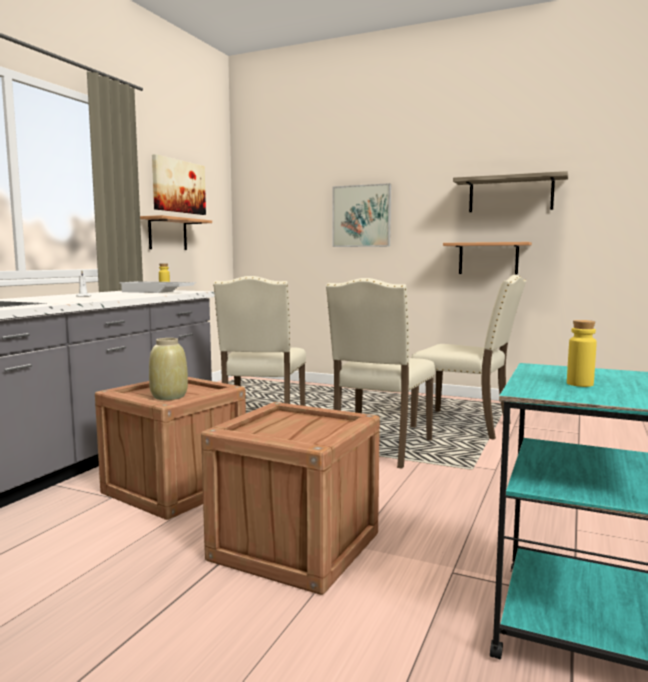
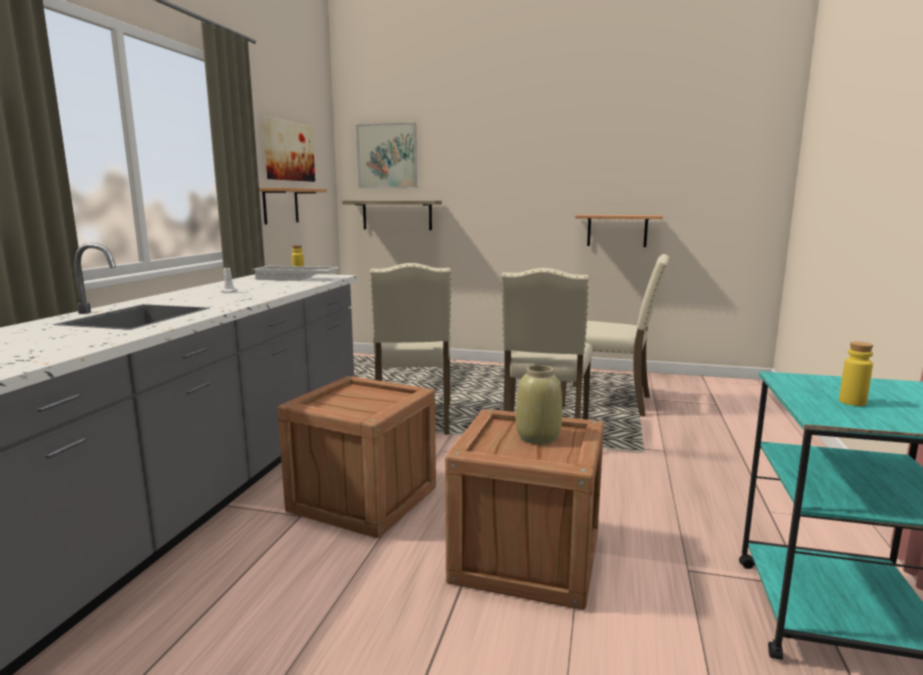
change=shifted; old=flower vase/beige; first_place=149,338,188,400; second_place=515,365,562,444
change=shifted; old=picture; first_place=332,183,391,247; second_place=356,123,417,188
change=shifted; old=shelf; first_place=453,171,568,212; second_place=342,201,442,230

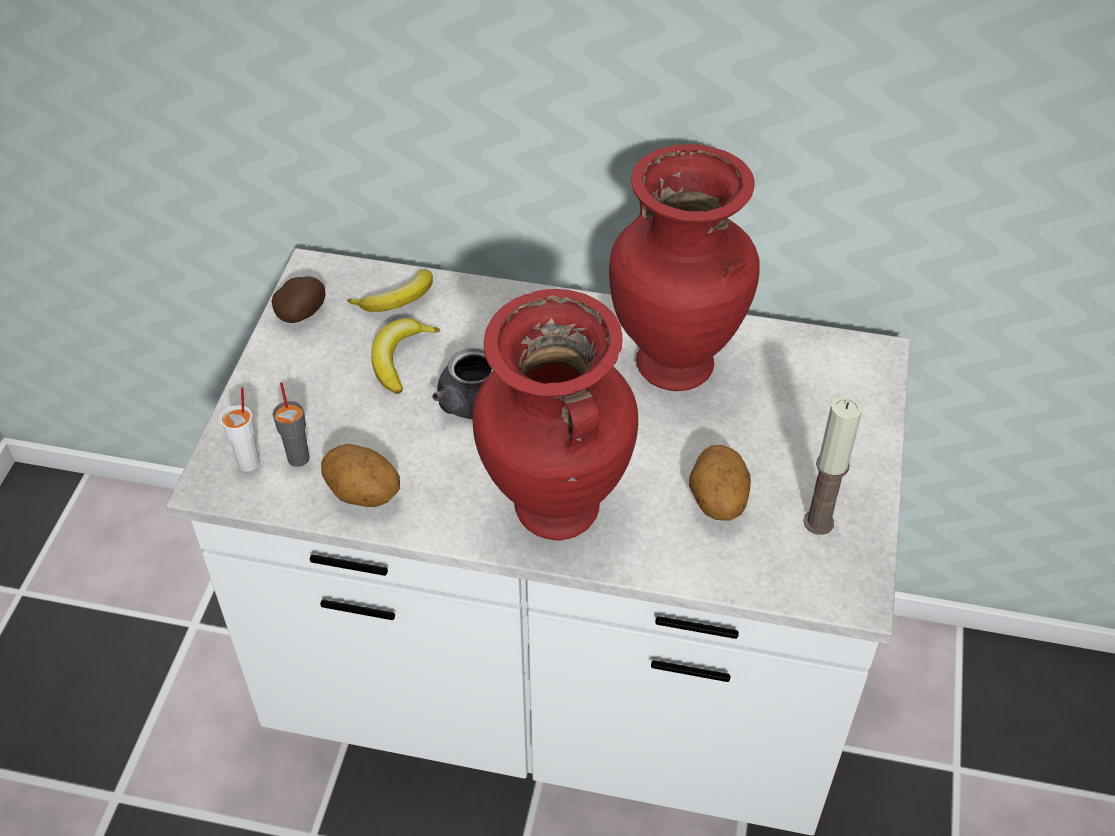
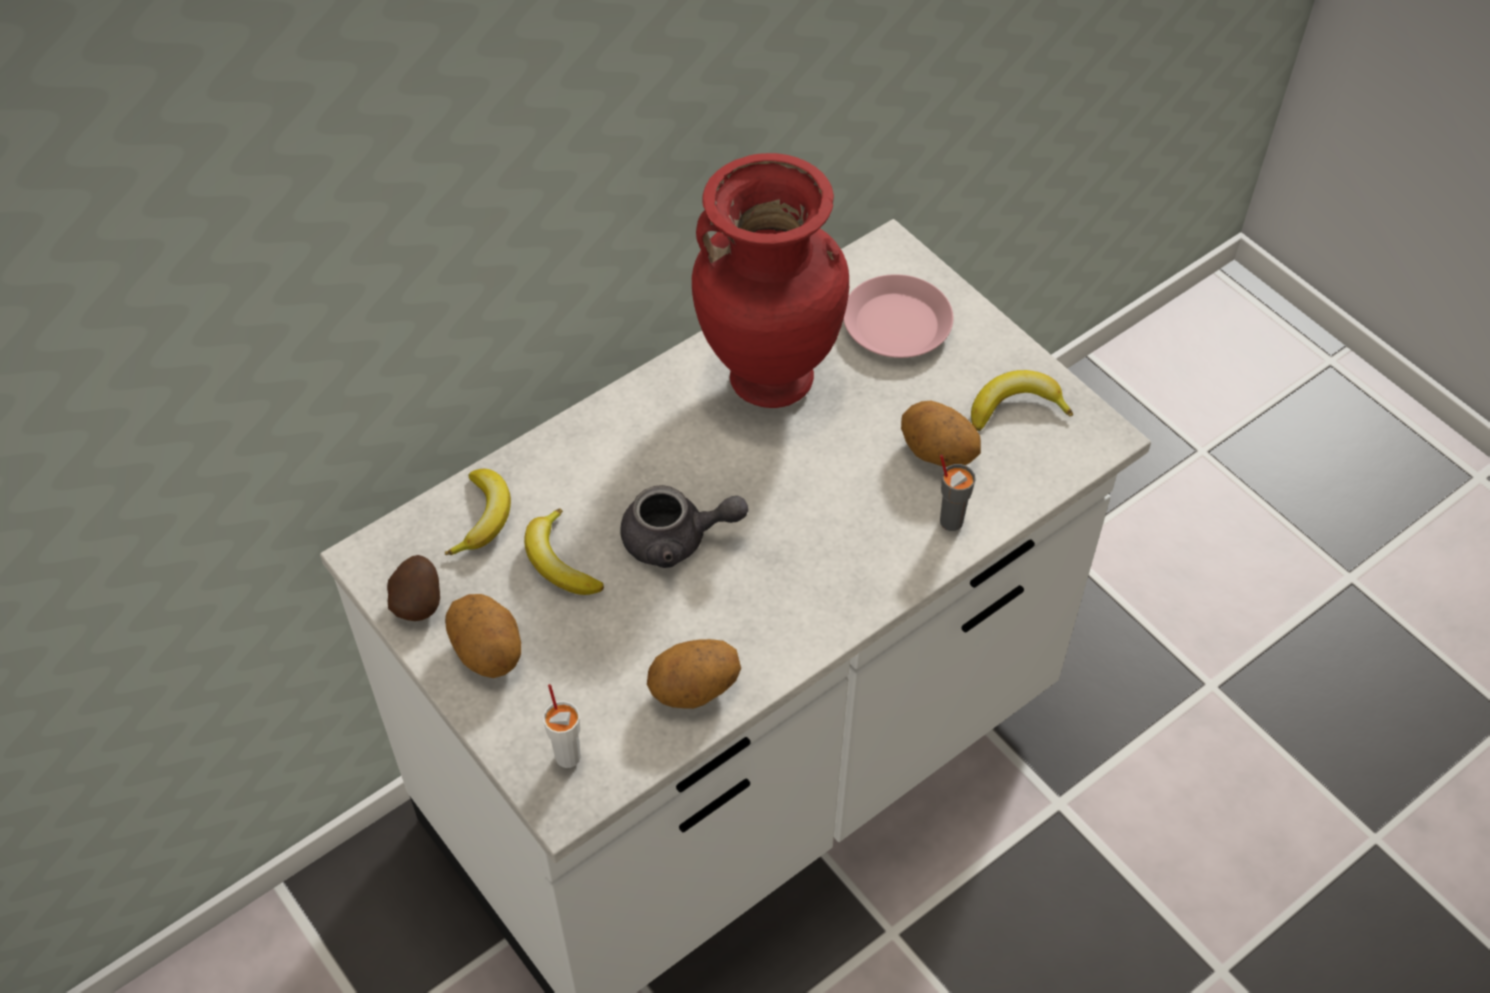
change=gone; old=flower vase/red; first_place=472,289,638,541
change=new; new=spud; second_place=445,594,521,678
change=new; new=dinner plate/pink-coloured; second_place=843,274,953,358
change=shifted; old=cup/greyish; first_place=272,382,310,467; second_place=940,455,976,531
change=swapped; old=wax candle; new=whole banana; first_place=803,396,862,535; second_place=971,370,1073,431

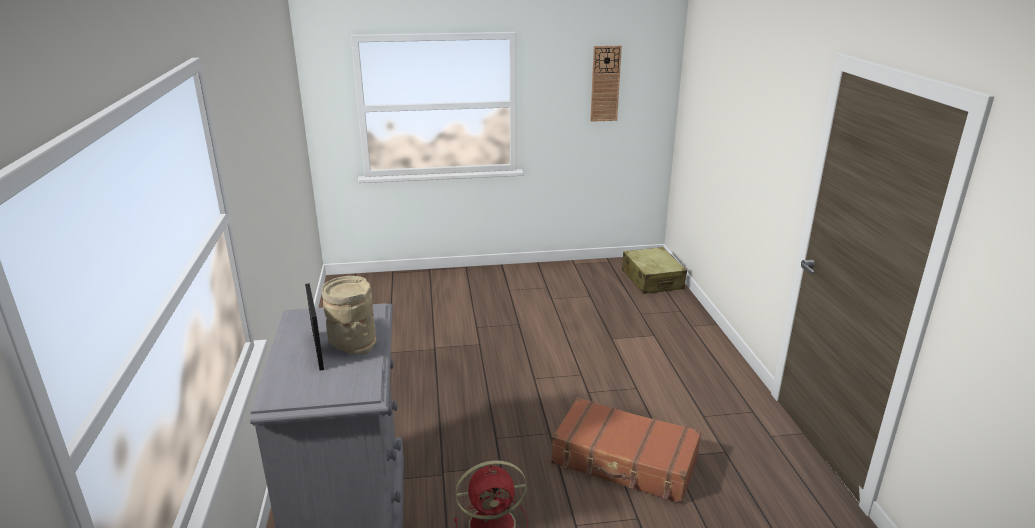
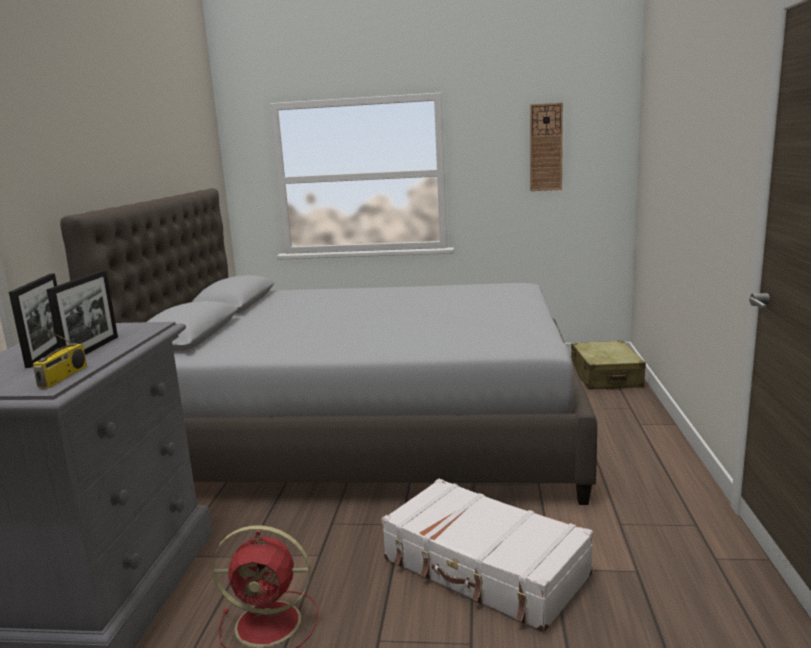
change=new; new=radio; second_place=33,322,87,388
change=new; new=bed/greyish; second_place=60,188,597,505
change=swapped; old=flower vase/beige; new=picture frame; first_place=321,276,377,355; second_place=46,270,118,355
change=repainted; old=piece of luggage/brown; new=piece of luggage/white; first_place=551,397,701,504; second_place=382,479,593,632

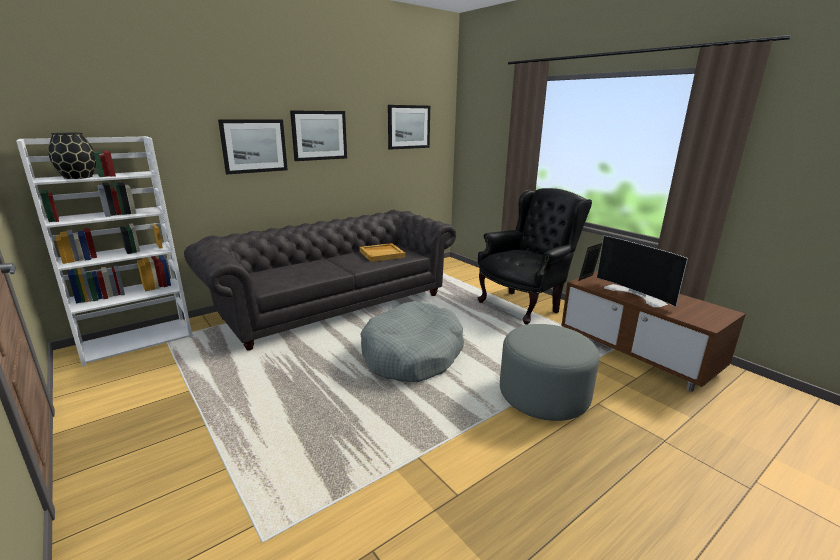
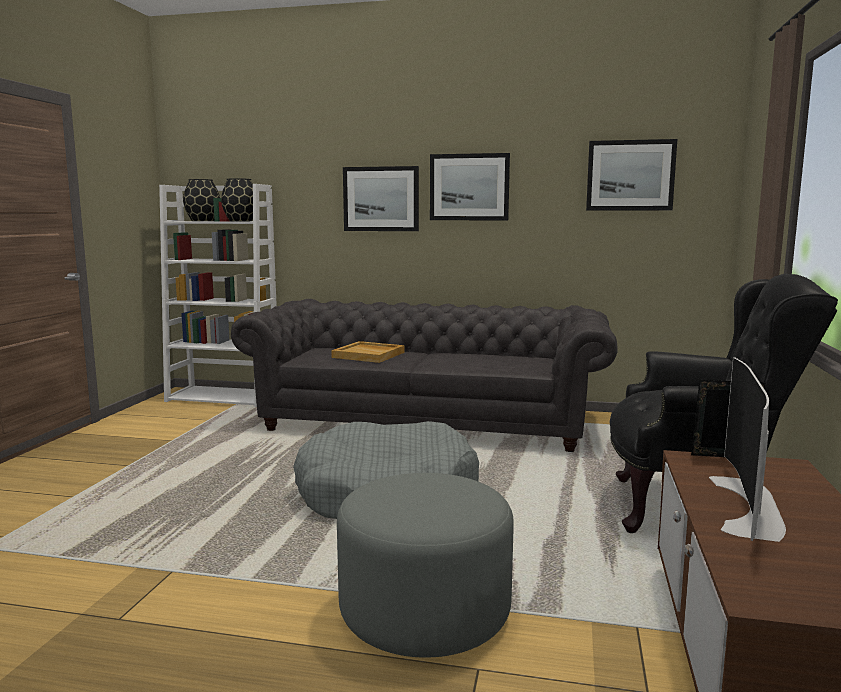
change=new; new=flower vase/black-coloured; second_place=221,178,253,221
change=shifted; old=serving tray/beige; first_place=359,243,405,262; second_place=331,341,405,363

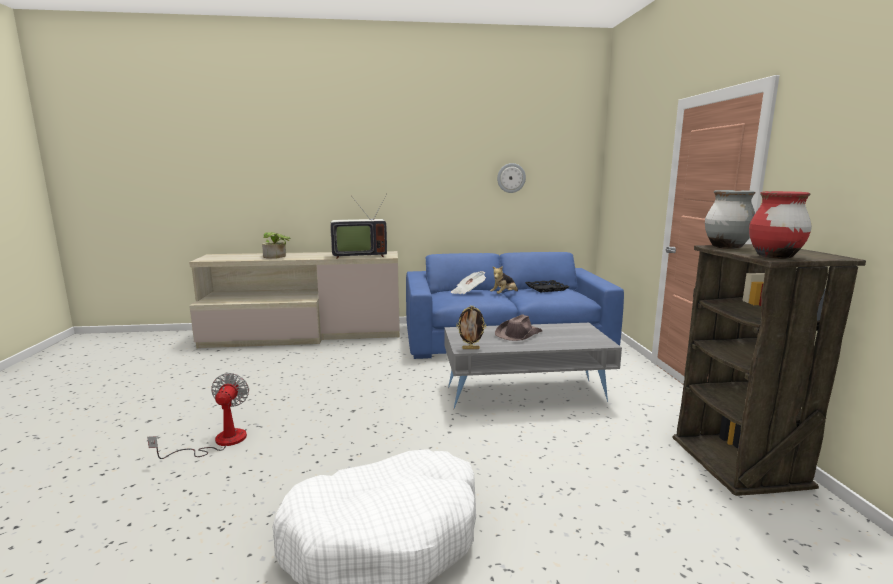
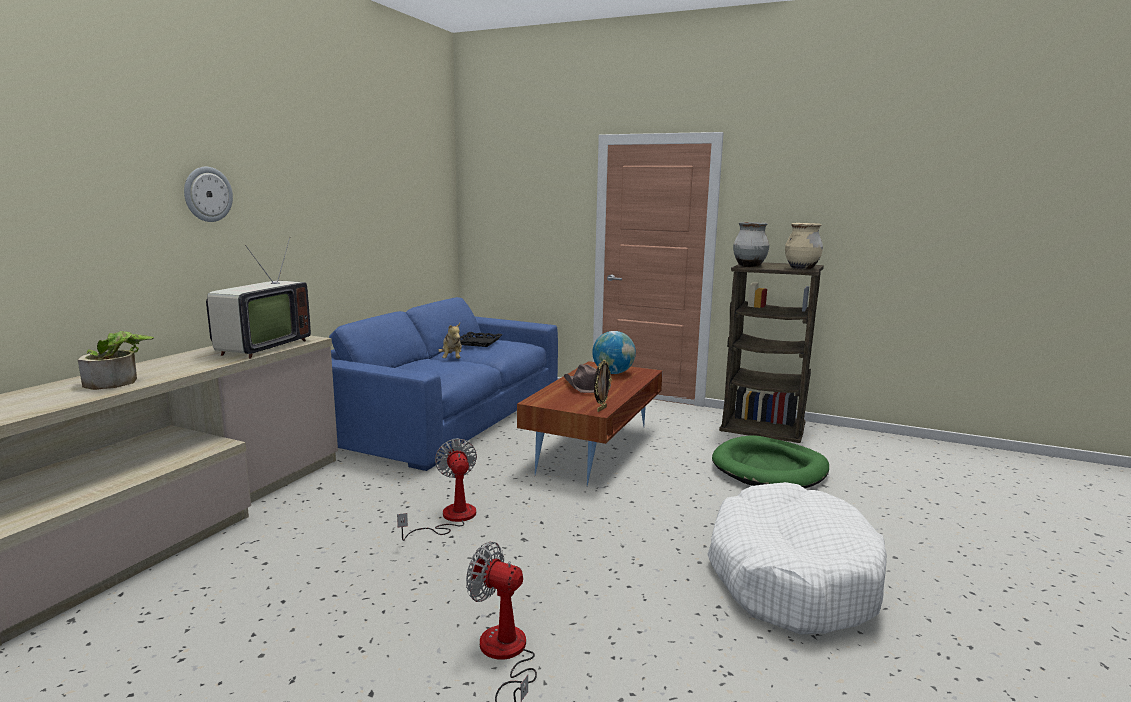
change=gone; old=daily paper; first_place=451,271,486,294
change=new; new=electric fan; second_place=397,438,477,541
change=new; new=world globe; second_place=592,331,636,374
change=new; new=dog cushion/green; second_place=712,435,829,488
change=shifted; old=hanging clock; first_place=497,163,526,193; second_place=184,167,233,222
change=repainted; old=lounge table/greyish; new=lounge table/brown; first_place=445,323,622,408; second_place=517,361,662,486
change=repainted; old=flower vase/red; new=flower vase/beige; first_place=749,191,812,259; second_place=785,223,823,270

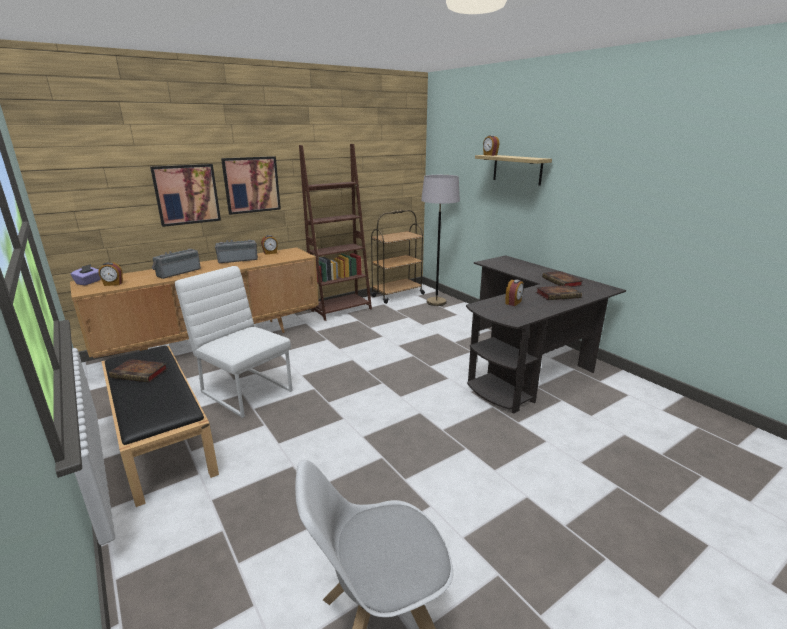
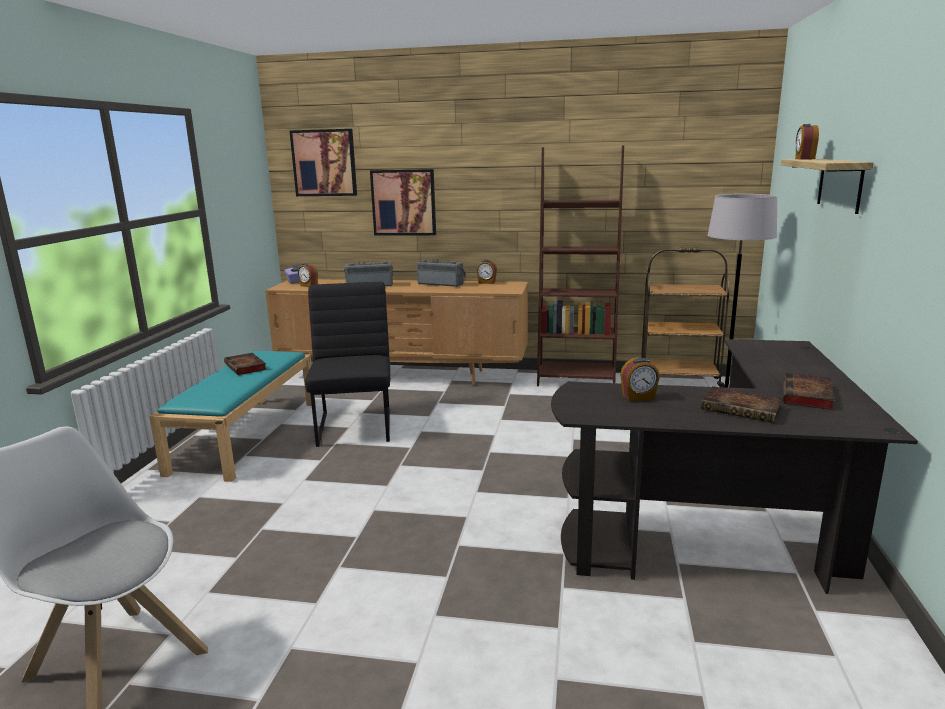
change=shifted; old=picture; first_place=221,156,281,215; second_place=290,129,357,196
change=repainted; old=bench/black-coloured; new=bench/turquoise-coloured; first_place=101,346,219,507; second_place=149,351,316,482
change=repainted; old=upright chair/white; new=upright chair/black-coloured; first_place=175,266,293,418; second_place=305,281,390,447

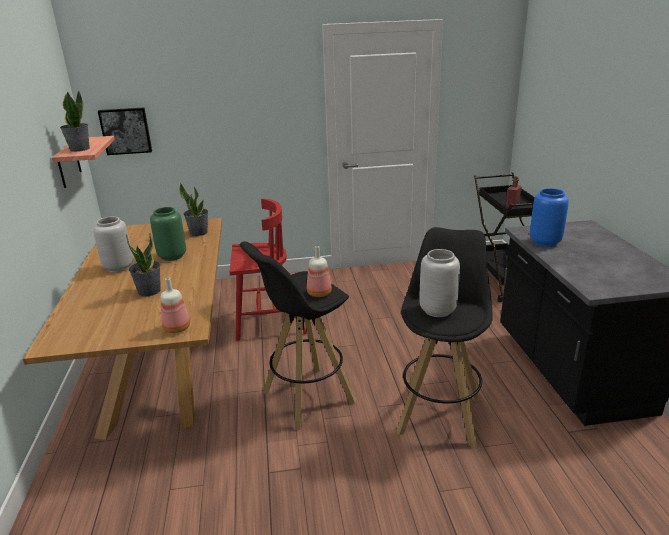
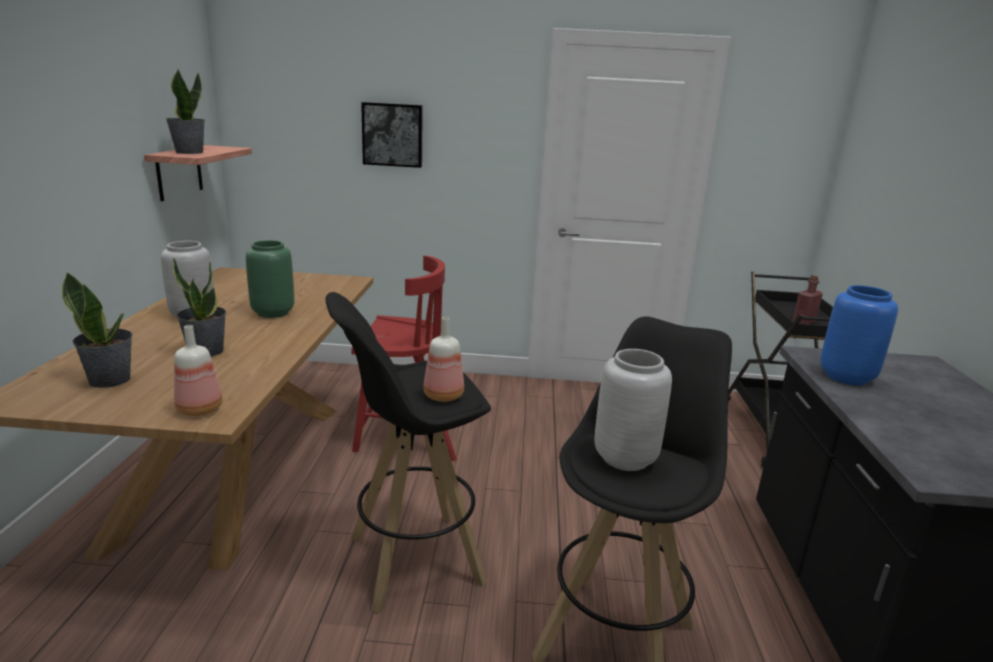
change=shifted; old=picture; first_place=98,108,152,155; second_place=361,102,423,168
change=shifted; old=plant in a pot; first_place=179,183,208,236; second_place=62,272,133,388

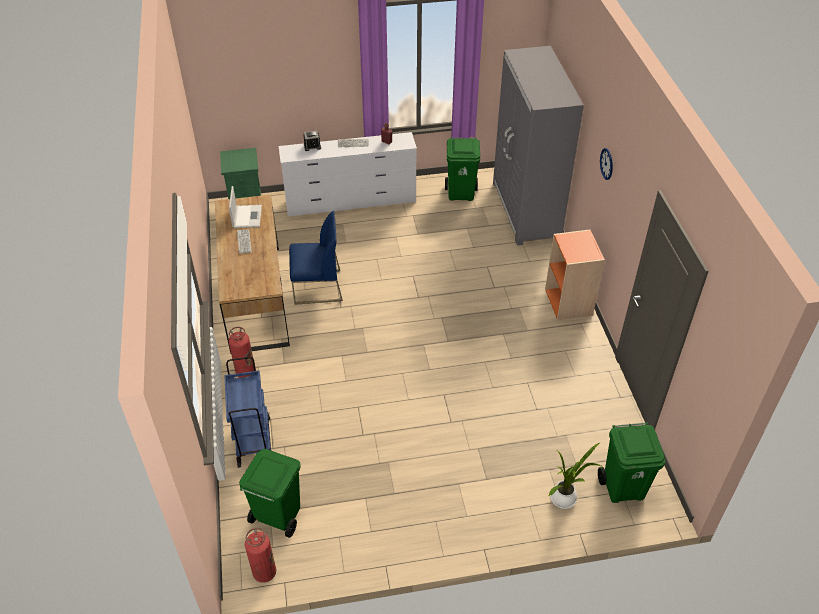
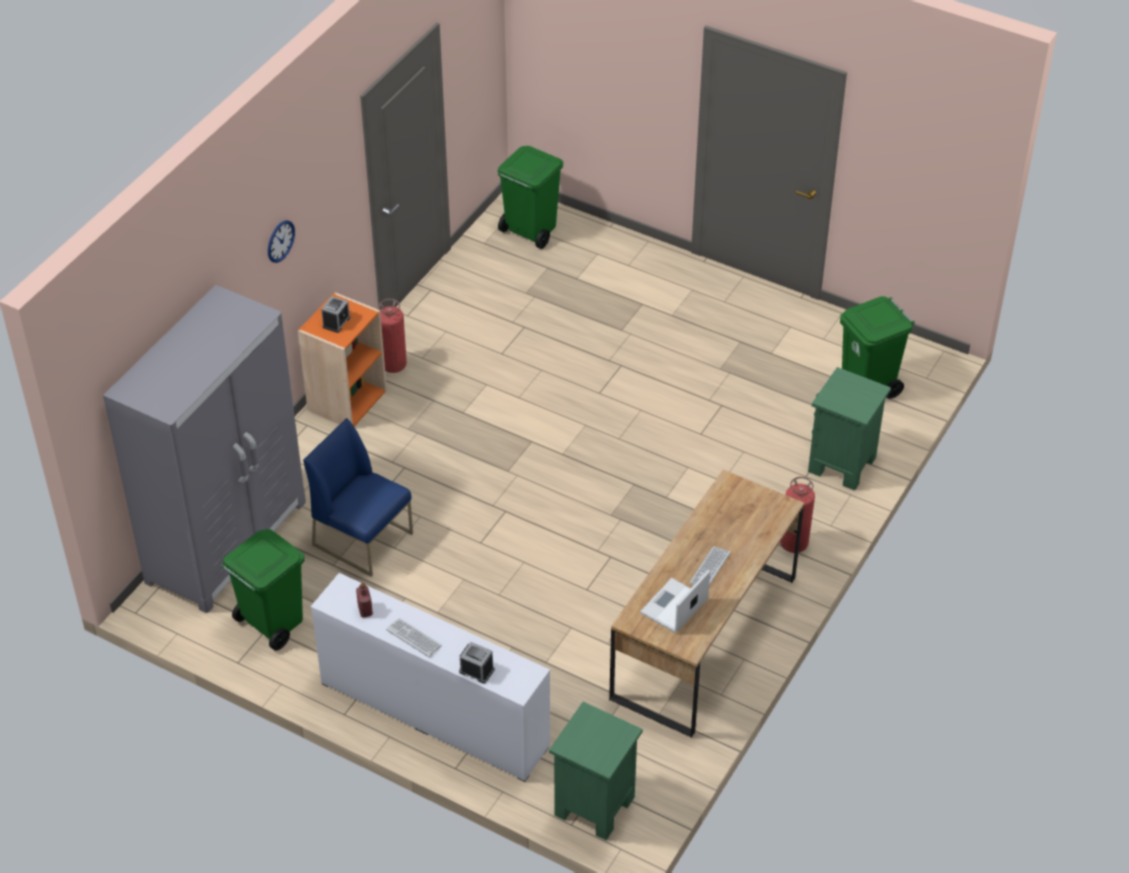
change=gone; old=plant in a pot; first_place=548,443,603,509
change=new; new=bedside clock; second_place=321,296,350,333
change=shifted; old=extinguisher; first_place=245,528,276,583; second_place=379,299,407,373
change=shifted; old=upright chair/blue-coloured; first_place=289,211,343,305; second_place=303,418,413,577
change=swapped; old=cart/blue-coloured; new=night table/green; first_place=224,357,271,468; second_place=808,367,891,491

